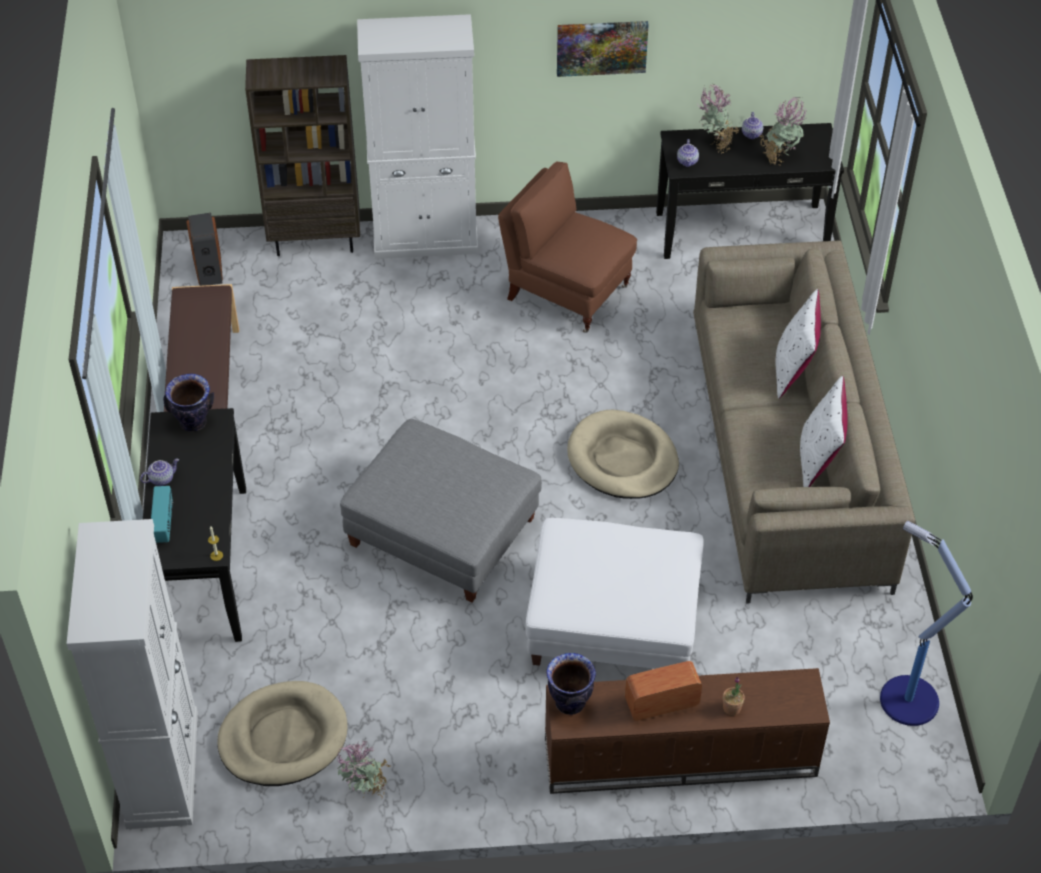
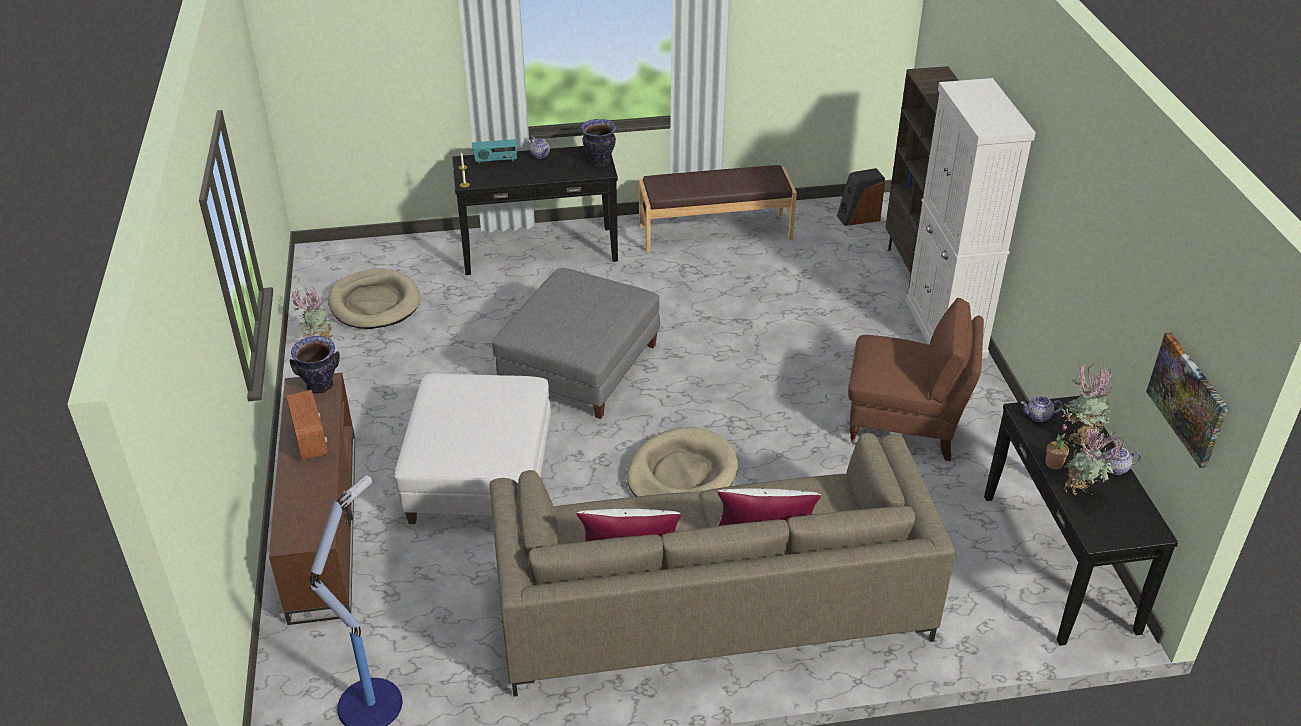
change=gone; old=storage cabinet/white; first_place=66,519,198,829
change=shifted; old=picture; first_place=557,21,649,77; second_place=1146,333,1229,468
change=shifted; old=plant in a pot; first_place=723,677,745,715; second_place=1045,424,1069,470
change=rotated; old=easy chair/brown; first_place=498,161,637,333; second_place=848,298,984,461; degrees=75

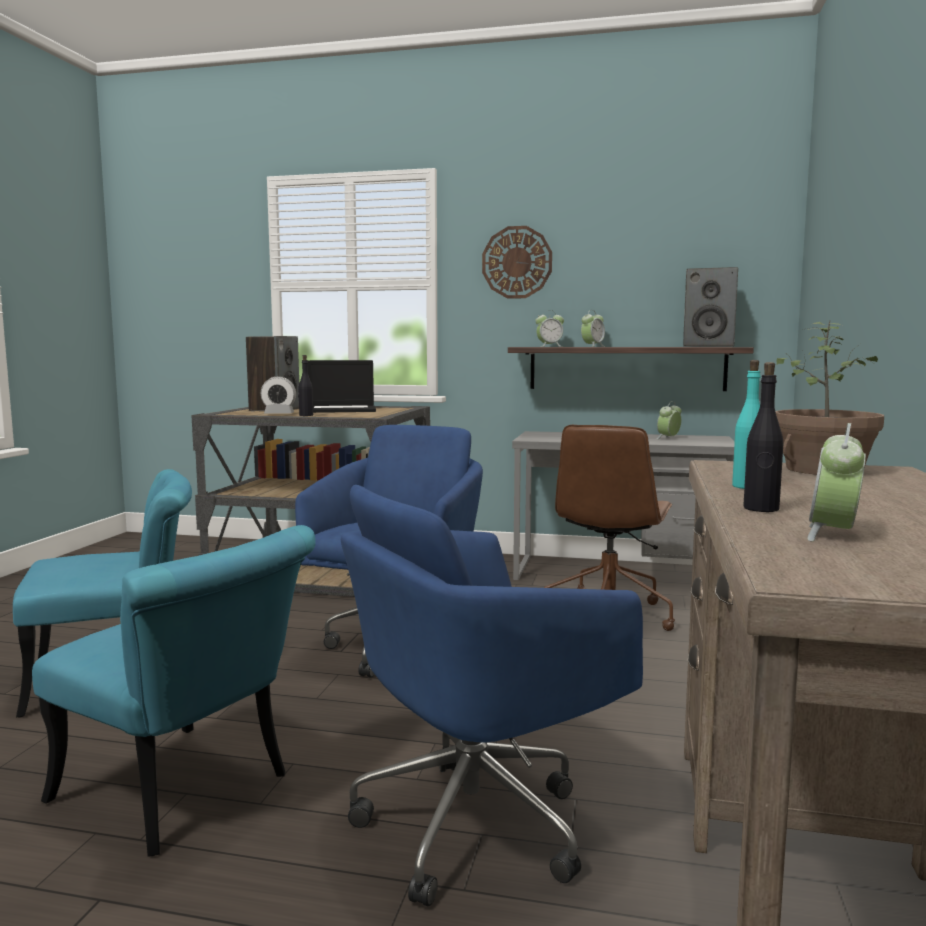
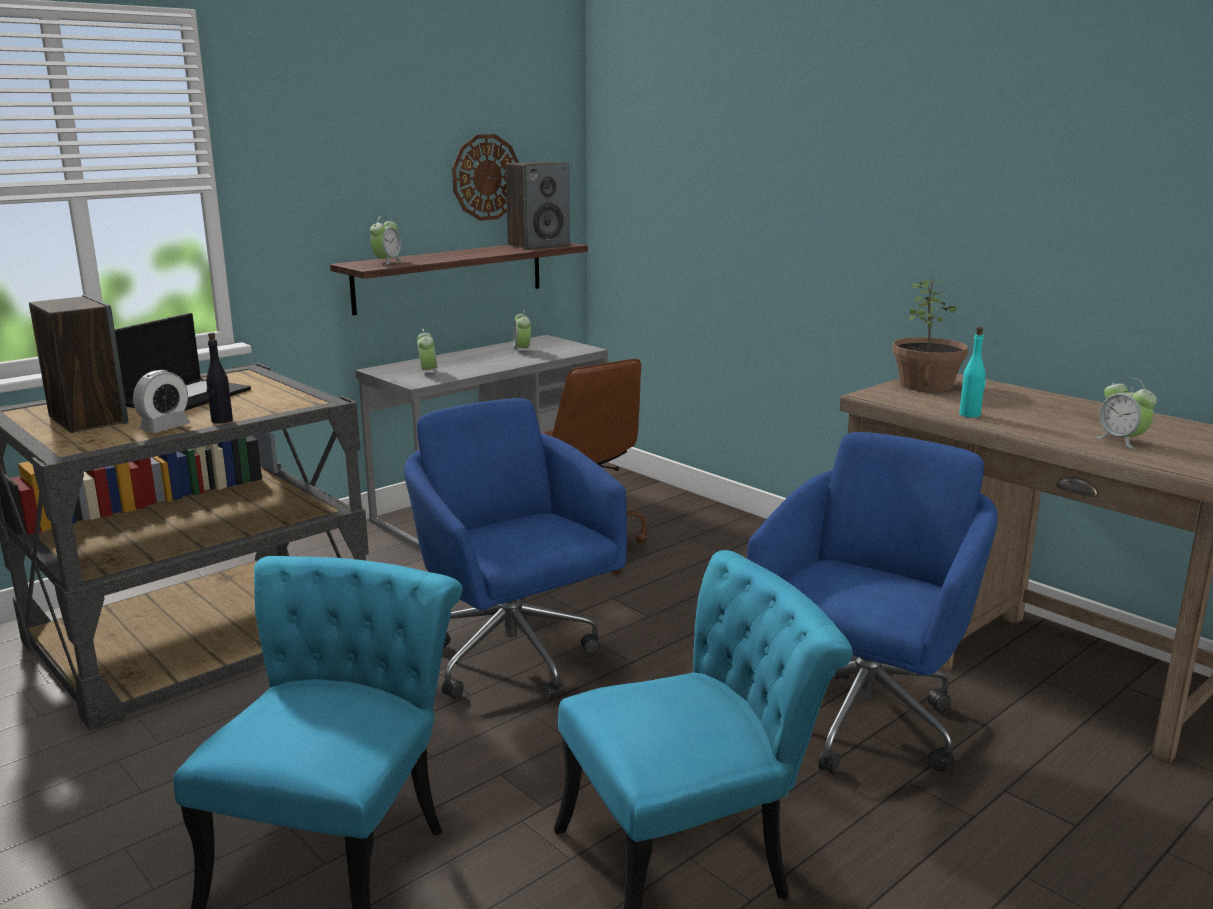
change=gone; old=beverage bottle/black-coloured; first_place=743,362,783,512
change=shifted; old=hanging clock; first_place=482,226,552,299; second_place=452,134,519,221
change=shifted; old=bedside clock; first_place=581,310,605,347; second_place=417,329,438,376
change=rotated; old=computer chair/blue-coloured; first_place=341,485,643,906; second_place=747,432,998,774; degrees=-150

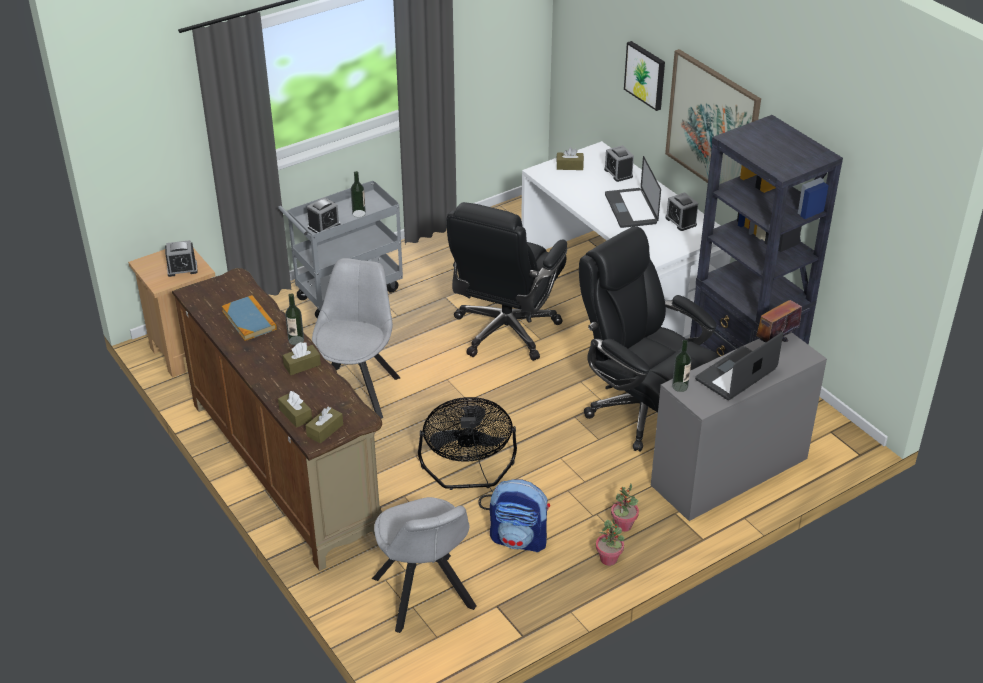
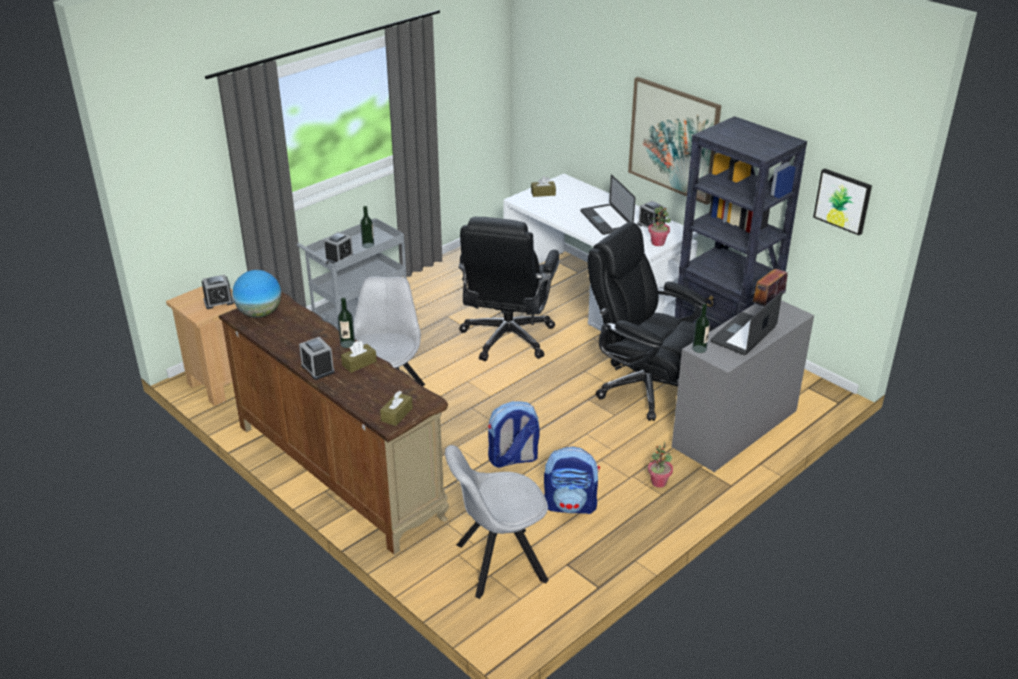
change=gone; old=bound book; first_place=222,295,277,341
change=gone; old=tissue holder/brown; first_place=278,391,312,428
change=new; new=world globe; second_place=232,270,281,318
change=shifted; old=plant in a pot; first_place=596,520,625,566; second_place=648,206,671,246
change=shifted; old=bedside clock; first_place=604,145,634,182; second_place=299,337,334,380
change=shifted; old=picture; first_place=624,41,665,111; second_place=813,168,872,235
change=swapped; old=electric fan/black-coloured; new=knapsack; first_place=418,397,517,510; second_place=488,401,540,468
change=rotated; old=upright chair/greyish; first_place=372,497,477,633; second_place=445,445,549,599; degrees=105

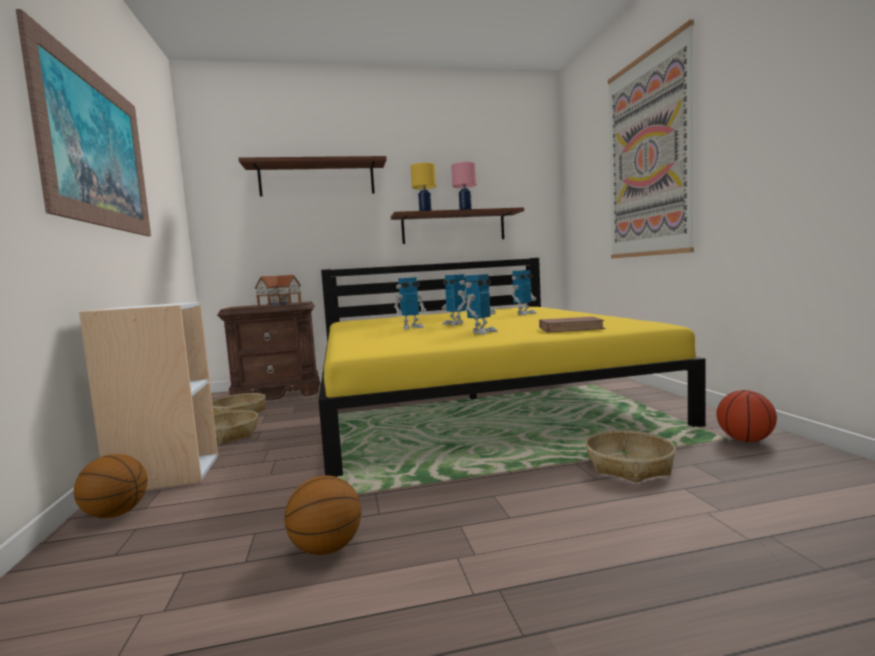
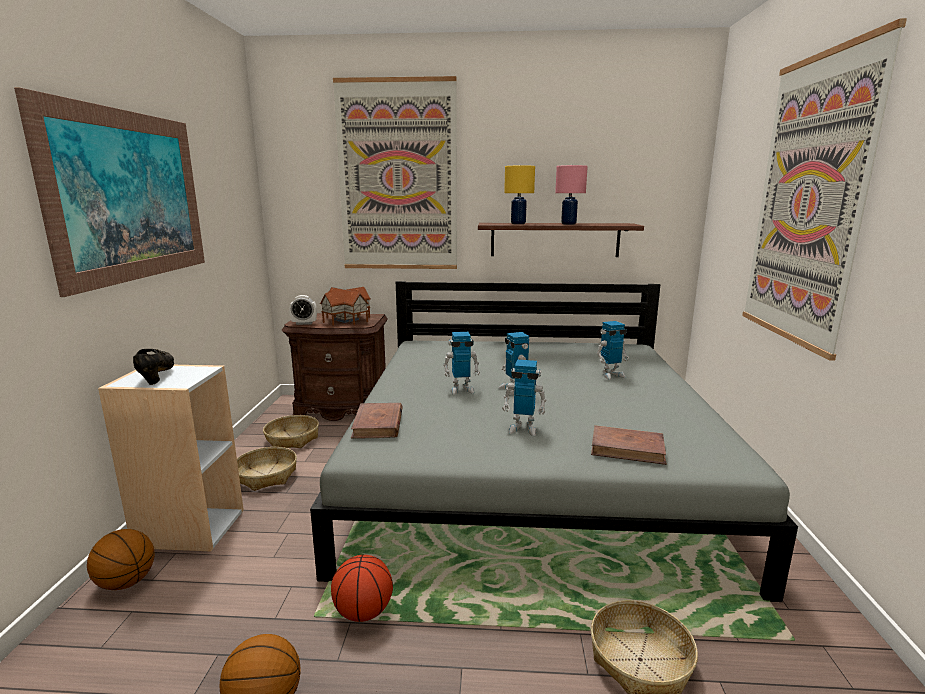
change=new; new=item of footwear/black-coloured; second_place=133,349,174,385
change=new; new=bedside clock; second_place=289,295,317,325
change=new; new=bound book/brown; second_place=351,403,403,439
change=shifted; old=basketball; first_place=717,390,777,442; second_place=331,555,393,622
change=swapped; old=shelf; new=picture; first_place=238,156,387,196; second_place=333,76,457,269
change=repainted; old=bed/yellowish; new=bed/greyish; first_place=318,258,706,477; second_place=310,281,798,602
change=rotated; old=model robot; first_place=465,274,498,334; second_place=502,360,547,436; degrees=45

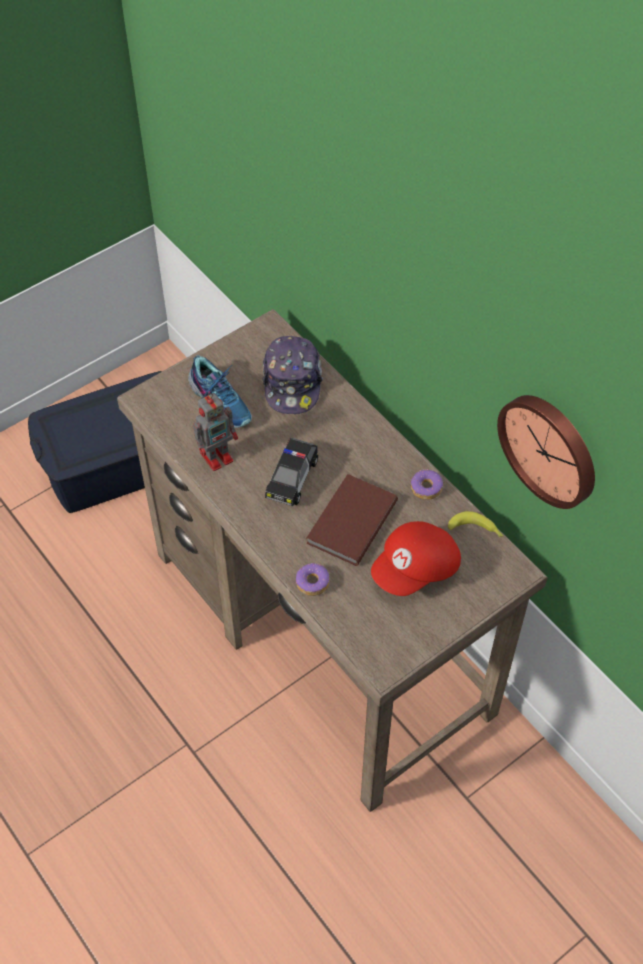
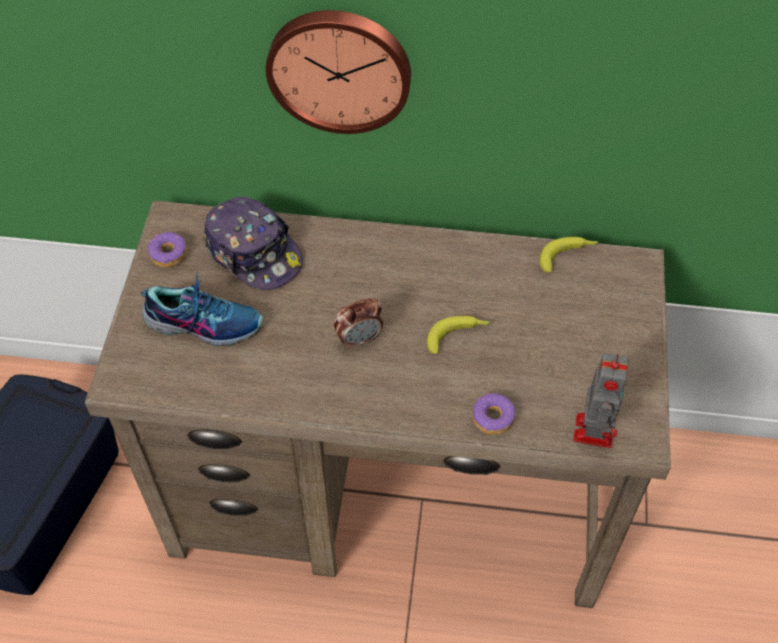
change=gone; old=peaked cap/red; first_place=371,521,461,596
change=shifted; old=model robot; first_place=193,393,238,471; second_place=573,353,629,448
change=shifted; old=doughnut; first_place=411,469,443,500; second_place=148,232,187,268
change=shifted; old=hanging clock; first_place=497,395,595,509; second_place=266,10,411,134
change=swapped; old=toy car; new=bedside clock; first_place=265,438,318,506; second_place=334,298,383,350
change=swapped; old=bound book/brown; new=whole banana; first_place=306,474,398,566; second_place=427,316,491,354

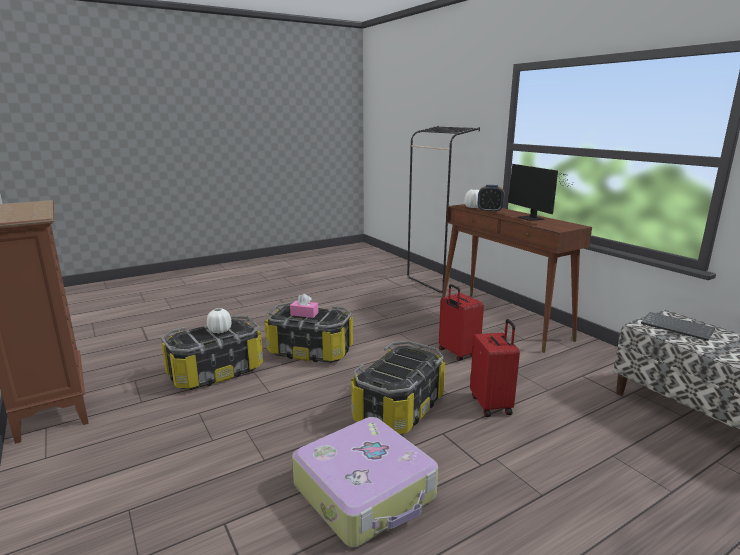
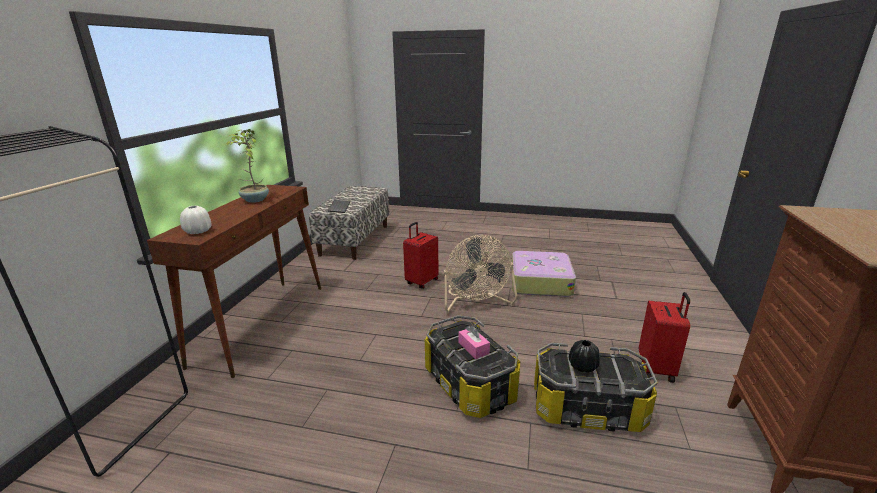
change=gone; old=bedside clock; first_place=478,185,504,213
change=shifted; old=piece of luggage/red; first_place=439,284,484,361; second_place=639,292,690,383
change=swapped; old=storage container; new=electric fan/beige; first_place=351,341,445,434; second_place=444,235,517,314
change=swapped; old=computer screen; new=plant in a pot; first_place=508,164,573,221; second_place=225,129,269,203
change=repainted; old=flower vase/white; new=flower vase/black-coloured; first_place=207,308,232,334; second_place=569,340,600,373

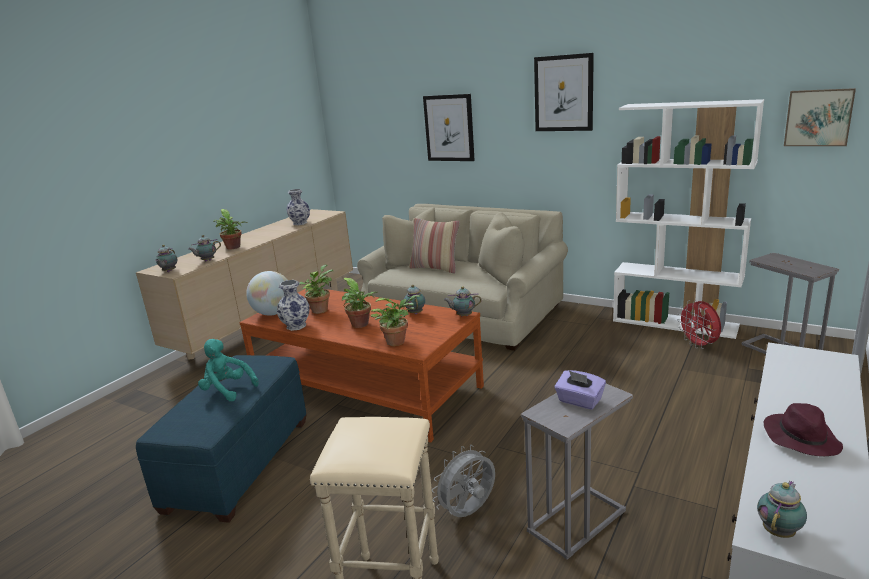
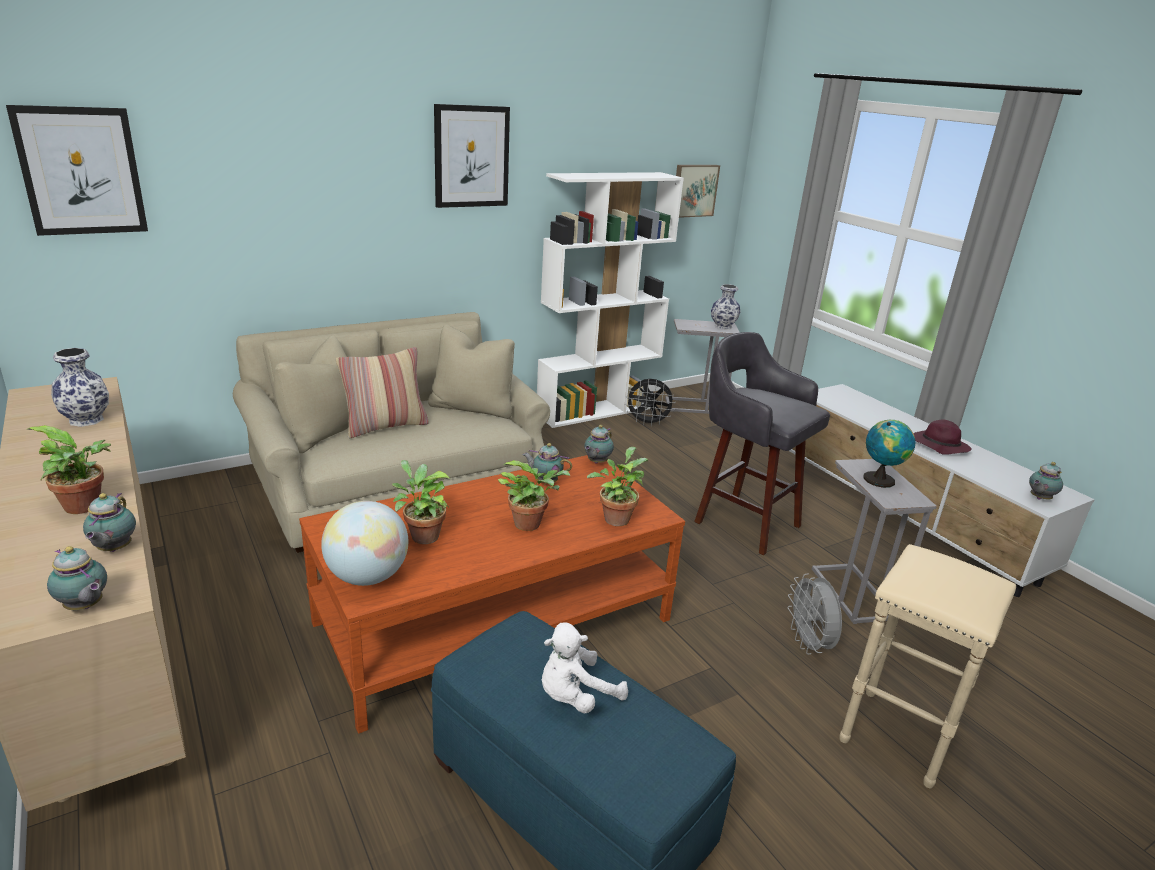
change=new; new=stool seat/greyish; second_place=694,332,830,555
change=shifted; old=flower vase; first_place=277,280,310,331; second_place=711,284,740,330
change=shifted; old=picture; first_place=423,94,475,161; second_place=6,105,148,236
change=swapped; old=tissue holder/purplish; new=world globe; first_place=554,370,606,410; second_place=864,420,916,488
change=repainted; old=plush toy/turquoise-coloured; new=plush toy/white; first_place=198,339,259,401; second_place=542,622,628,714
change=repainted; old=electric fan/red; new=electric fan/black-coloured; first_place=677,300,721,349; second_place=625,379,676,426
change=rotated; old=tea pot; first_place=757,480,807,538; second_place=1029,462,1063,500; degrees=-105

